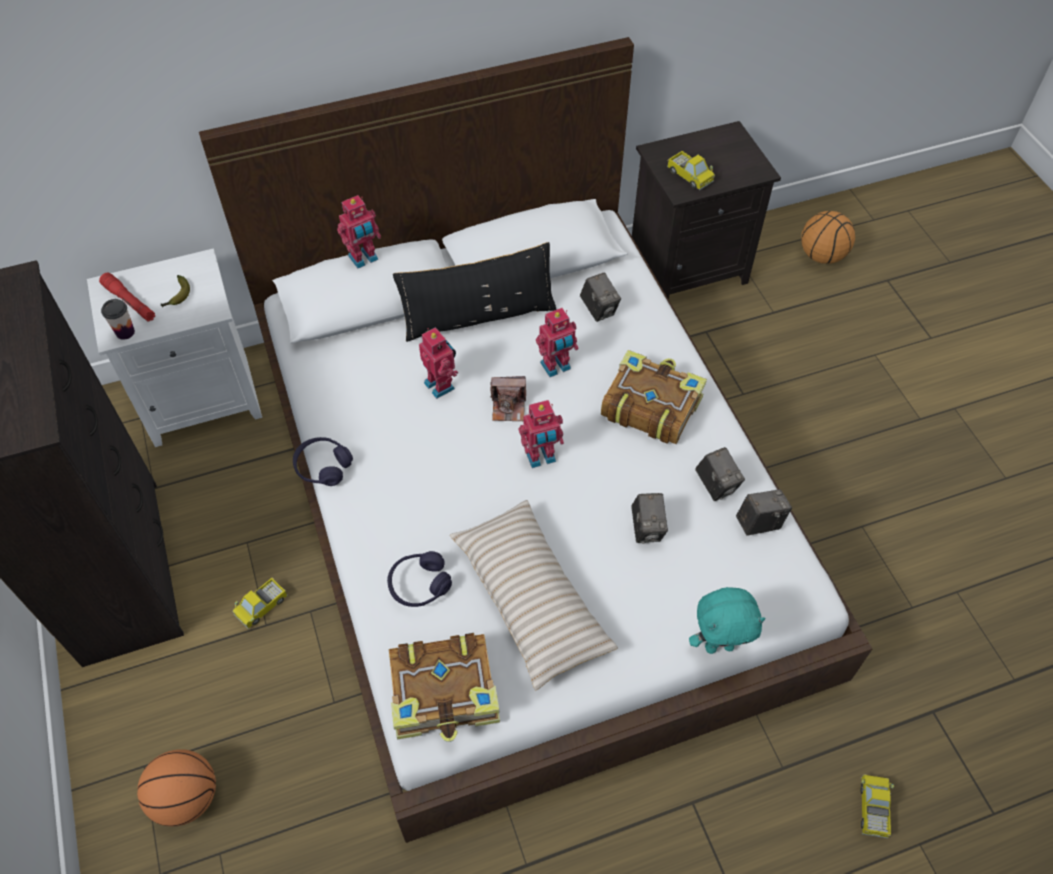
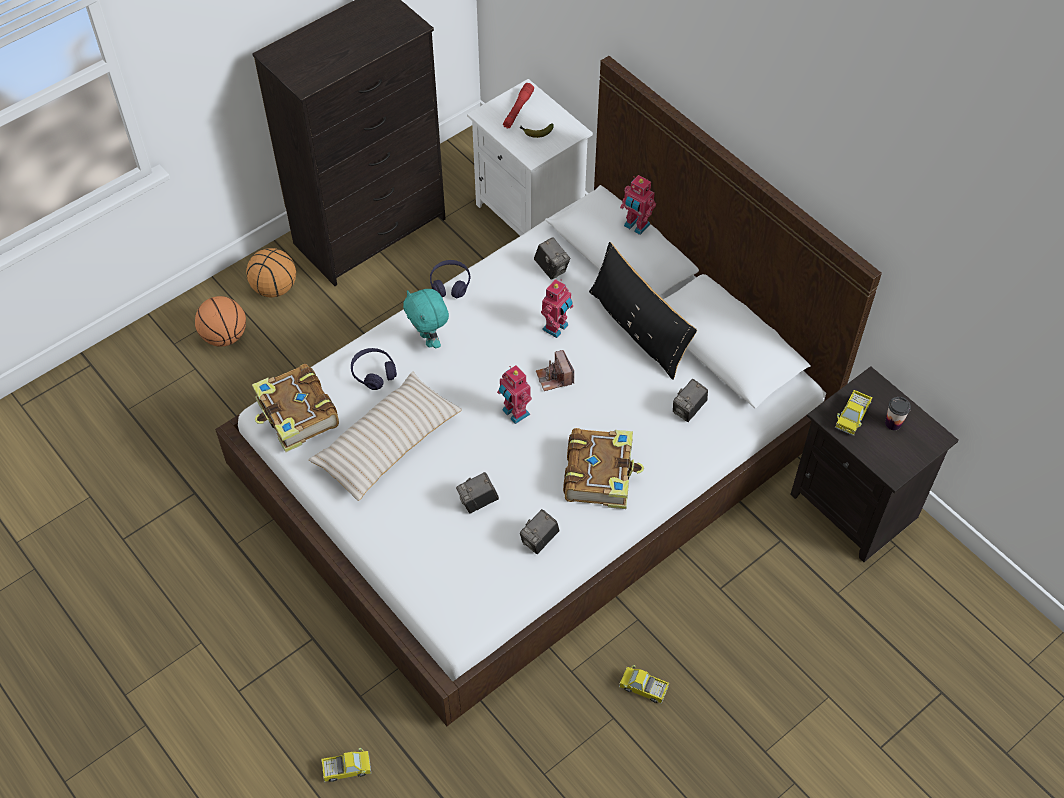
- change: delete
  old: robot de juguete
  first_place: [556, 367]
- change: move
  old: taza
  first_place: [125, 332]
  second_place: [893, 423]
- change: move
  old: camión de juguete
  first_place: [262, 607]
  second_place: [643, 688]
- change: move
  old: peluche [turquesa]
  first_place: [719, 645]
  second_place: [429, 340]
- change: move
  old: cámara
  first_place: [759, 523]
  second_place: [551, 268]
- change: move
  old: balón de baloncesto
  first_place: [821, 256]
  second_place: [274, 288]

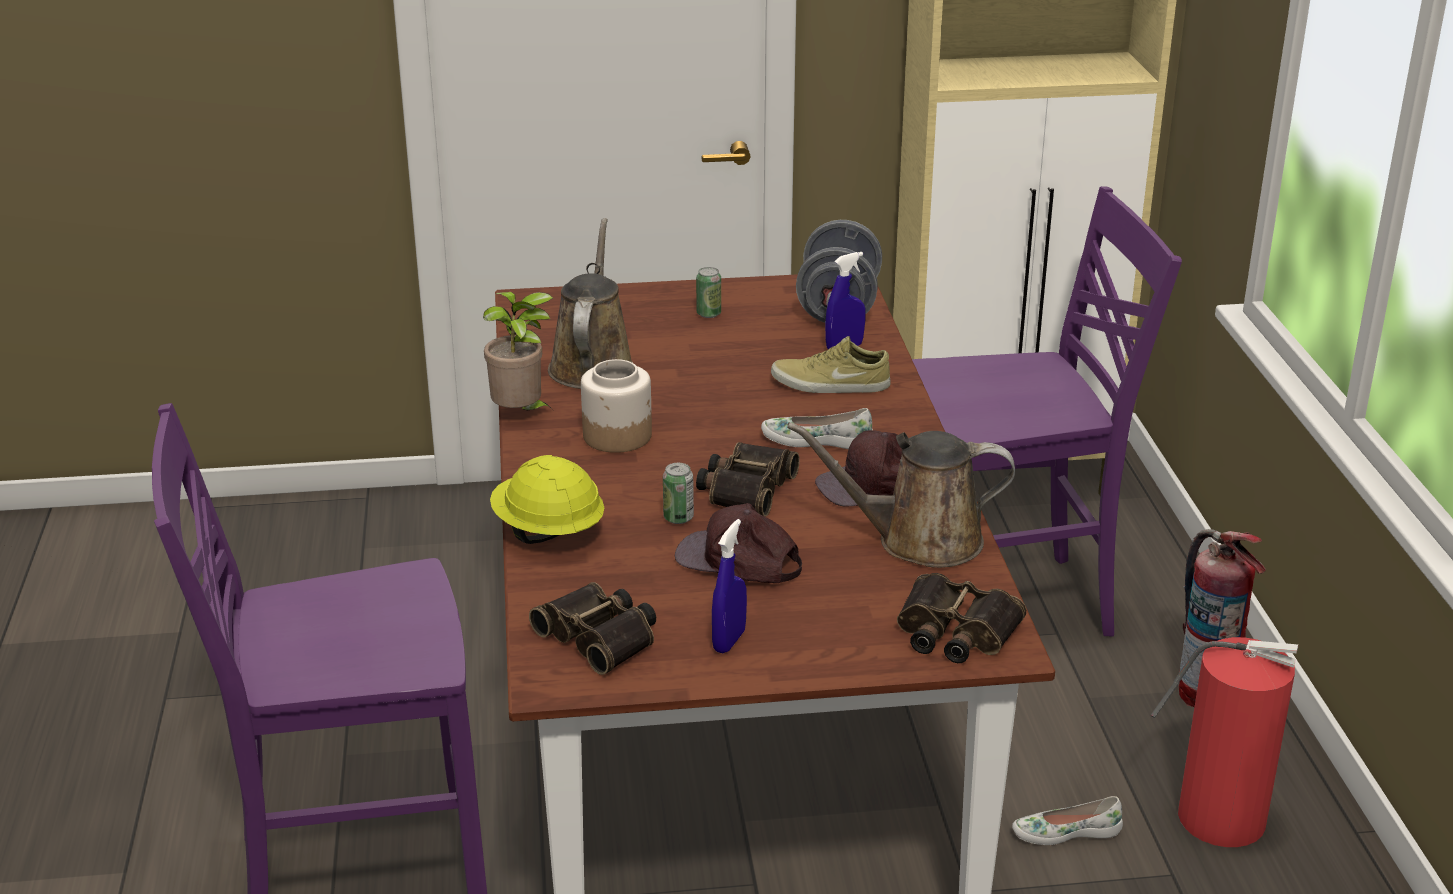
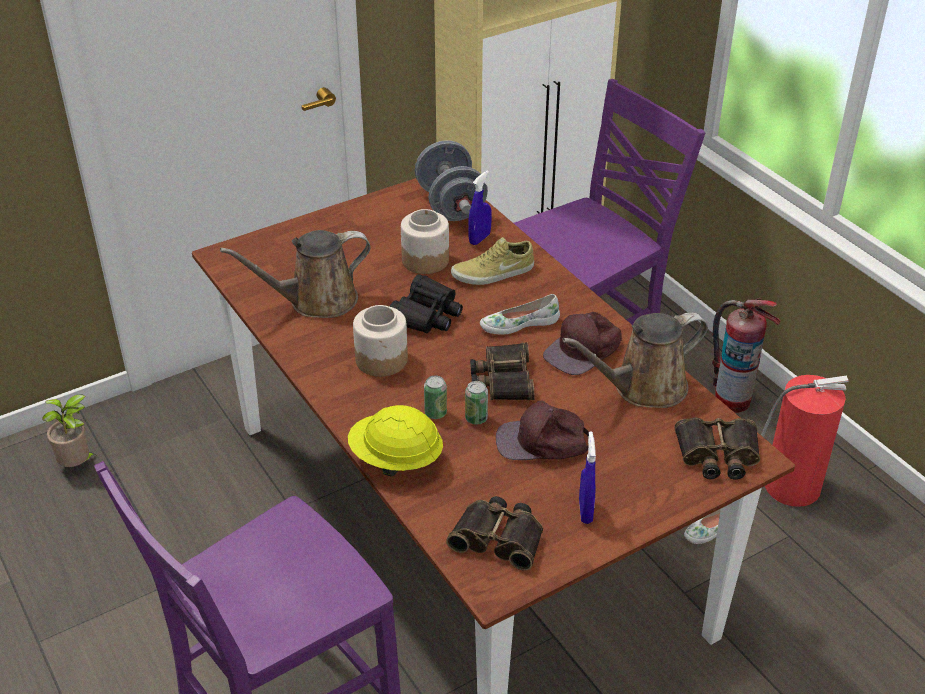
- change: insert
  new: prismáticos [negro]
  second_place: [426, 315]
- change: insert
  new: tarro
  second_place: [425, 260]
- change: move
  old: planta en maceta
  first_place: [521, 415]
  second_place: [78, 465]
- change: move
  old: lata
  first_place: [708, 314]
  second_place: [435, 413]
- change: rotate
  old: regadera [marrón]
  first_place: [592, 364]
  second_place: [316, 301]
  degrees: -90

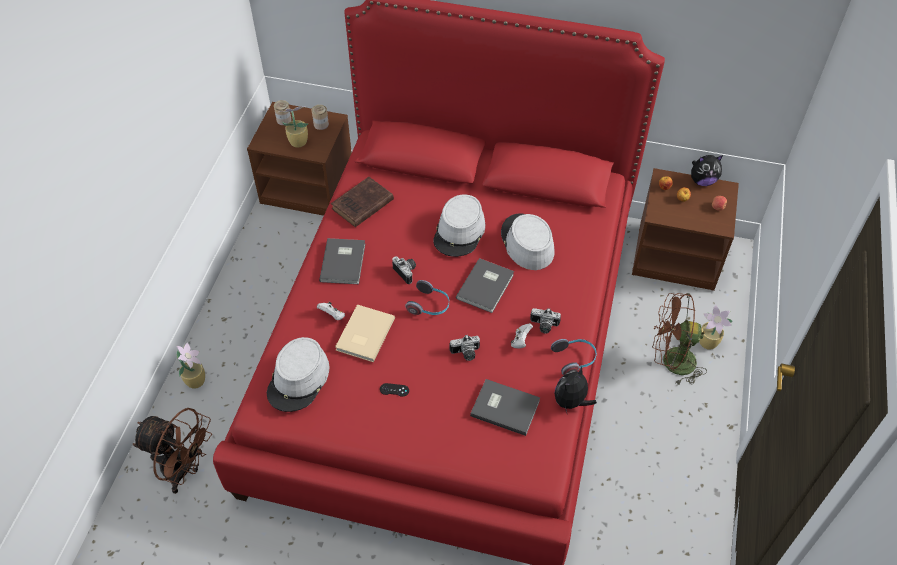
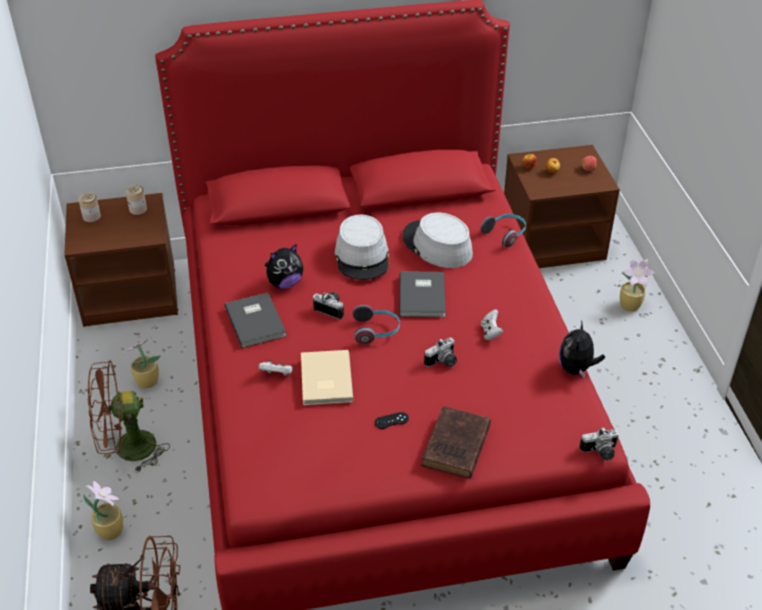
- change: delete
  old: sombrero [gris]
  first_place: [299, 380]
- change: delete
  old: libro [gris]
  first_place: [504, 407]
- change: move
  old: planta en maceta
  first_place: [297, 142]
  second_place: [146, 382]
- change: move
  old: libro [marrón]
  first_place: [361, 205]
  second_place: [455, 447]
- change: move
  old: cámara
  first_place: [543, 326]
  second_place: [600, 452]
- change: move
  old: auriculares
  first_place: [574, 359]
  second_place: [505, 234]
- change: move
  old: ventilador [marrón]
  first_place: [671, 362]
  second_place: [126, 450]
- change: move
  old: peluche
  first_place: [702, 181]
  second_place: [285, 283]

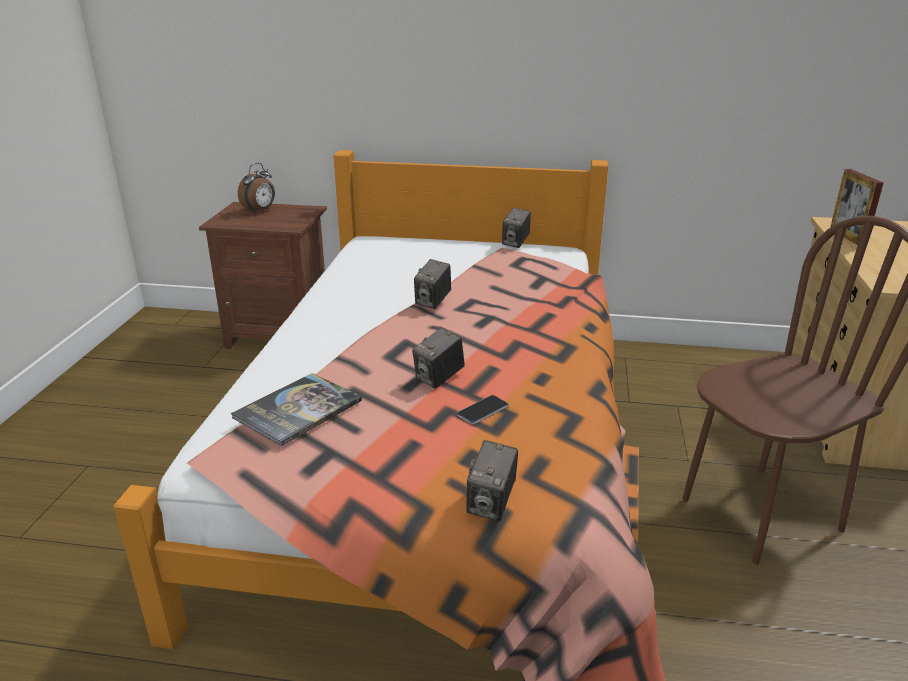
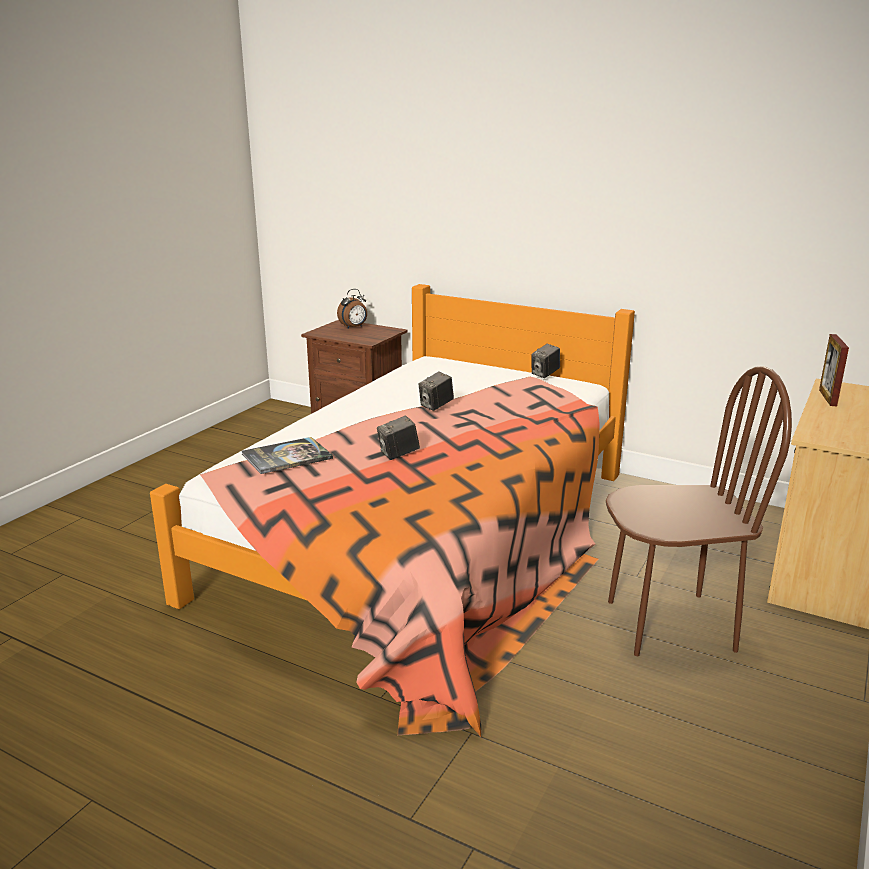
- change: delete
  old: móvil
  first_place: [482, 410]
- change: delete
  old: cámara
  first_place: [491, 504]

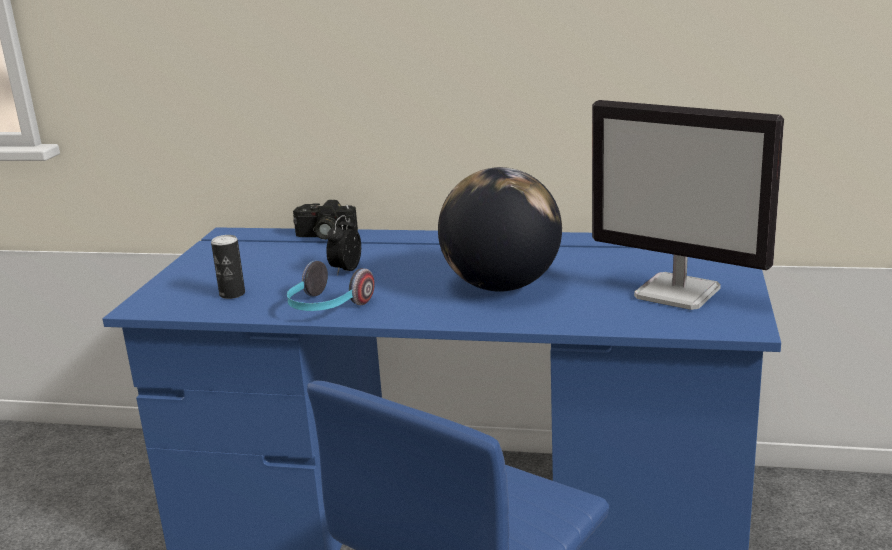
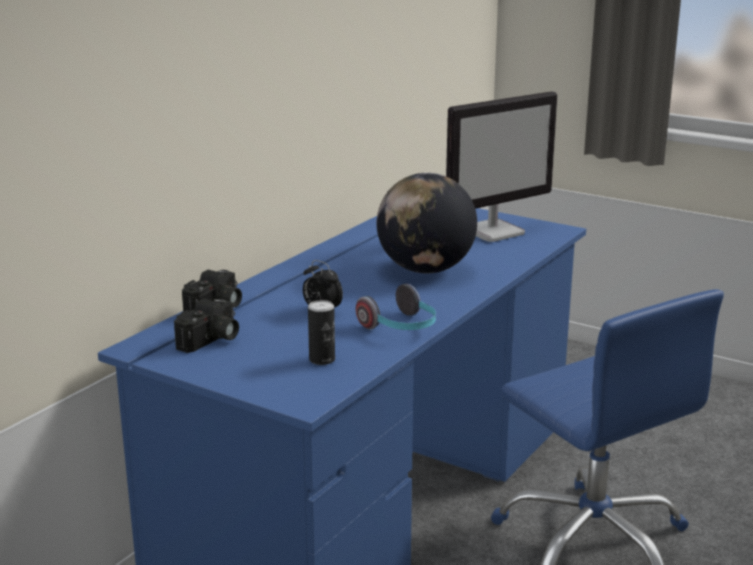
- change: insert
  new: cámara
  second_place: [211, 341]

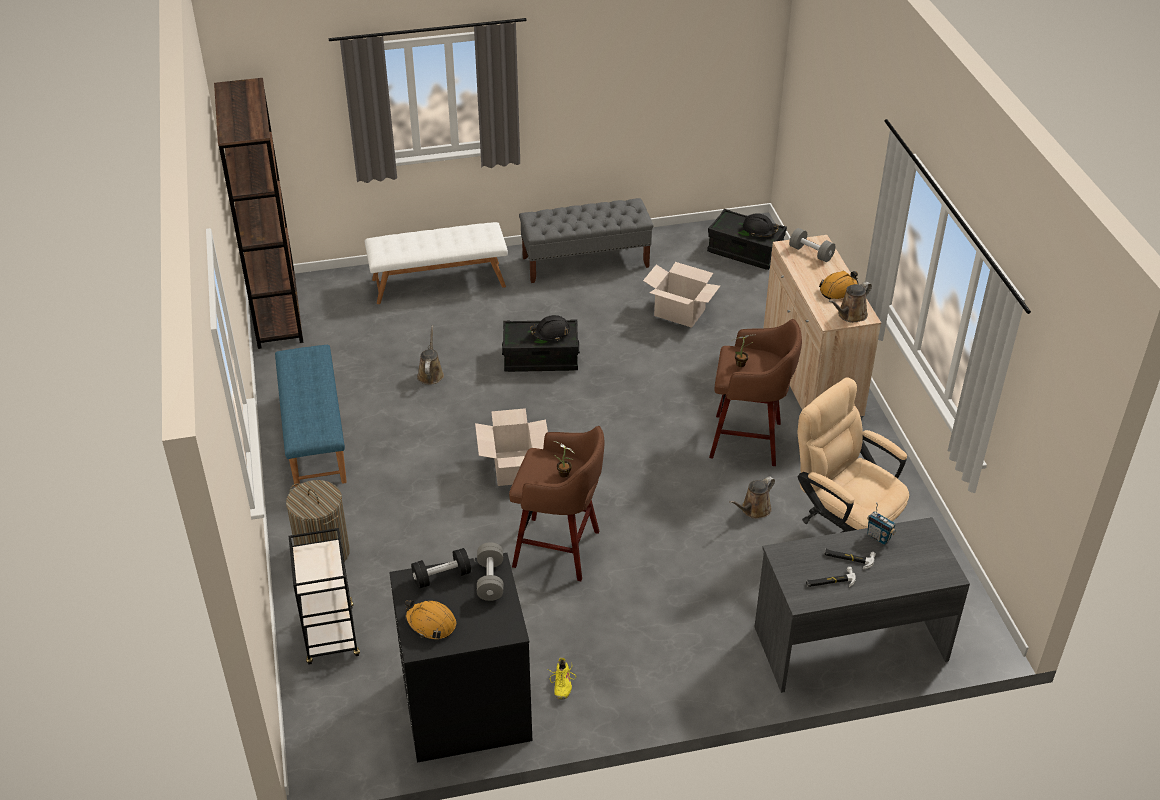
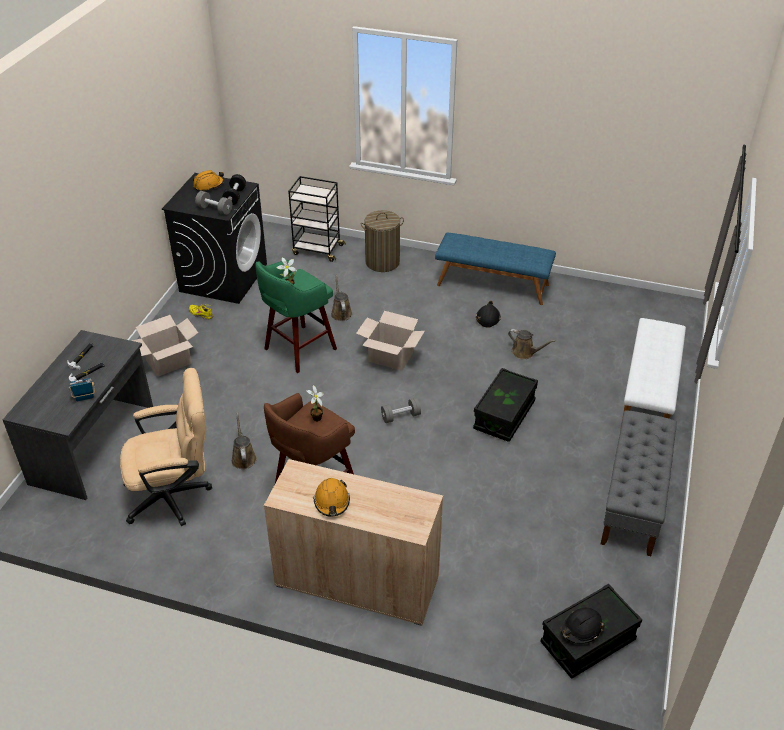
- change: delete
  old: estantería [marrón]
  first_place: [277, 312]
- change: move
  old: casco [negro]
  first_place: [550, 333]
  second_place: [488, 318]
- change: move
  old: caja de cartón
  first_place: [679, 313]
  second_place: [169, 362]
- change: move
  old: mancuerna [gris]
  first_place: [811, 253]
  second_place: [400, 416]
- change: move
  old: regadera [marrón]
  first_place: [850, 315]
  second_place: [341, 312]
- change: recolor
  old: taburete [marrón]
  new: taburete [verde]
  first_place: [559, 550]
  second_place: [298, 350]

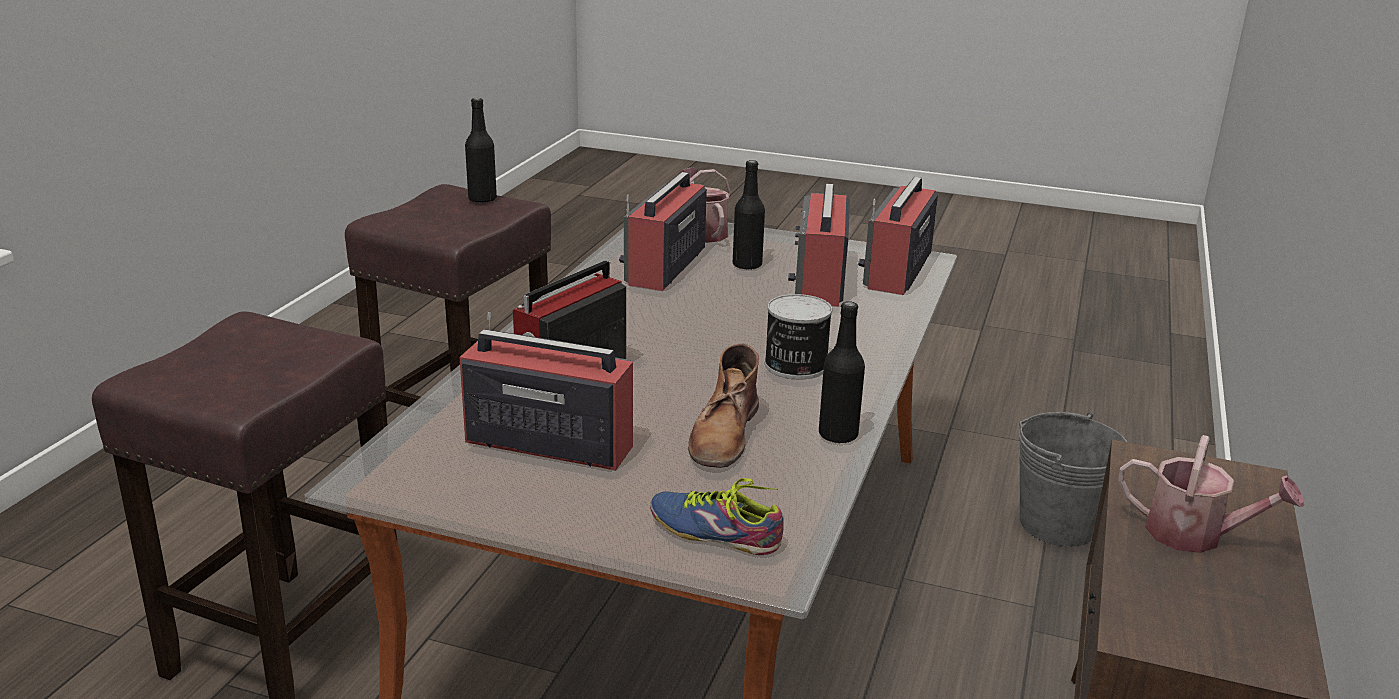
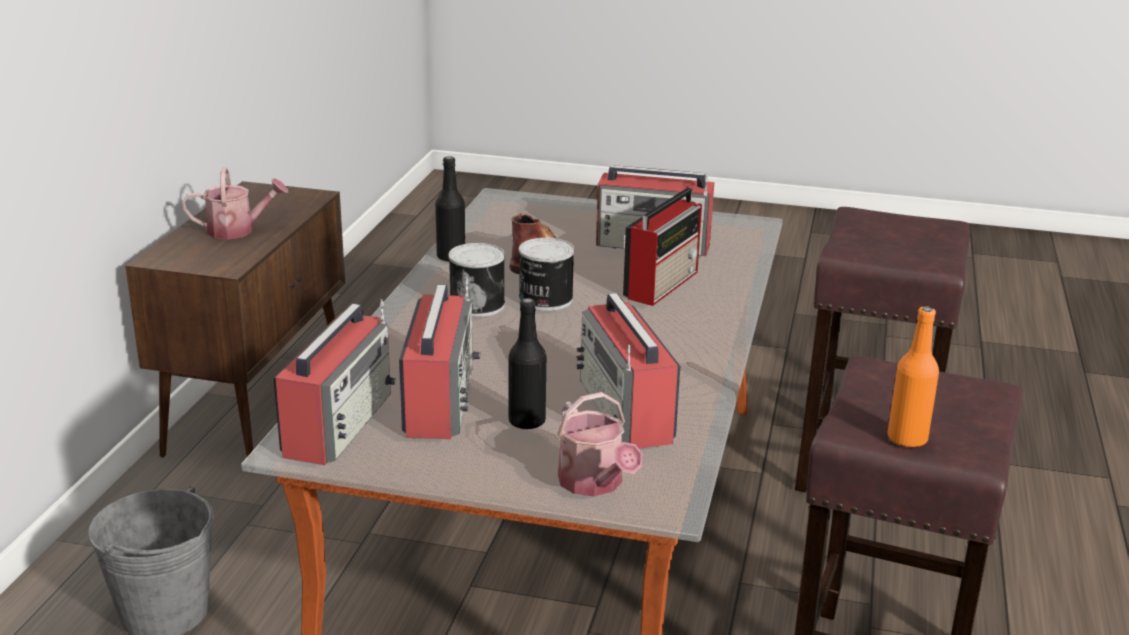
- change: delete
  old: zapato
  first_place: [716, 529]
- change: insert
  new: lata
  second_place: [544, 299]
- change: recolor
  old: botella [negro]
  new: botella [naranja]
  first_place: [482, 199]
  second_place: [907, 439]
- change: rotate
  old: radio
  first_place: [664, 267]
  second_place: [626, 411]
  degrees: 150
- change: rotate
  old: regadera
  first_place: [1195, 535]
  second_place: [237, 230]
  degrees: 150

